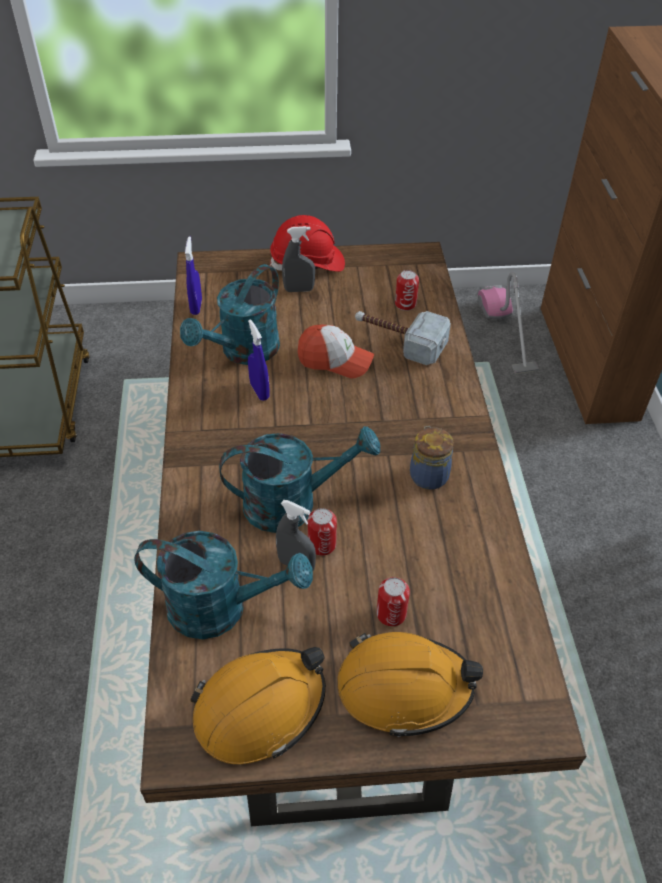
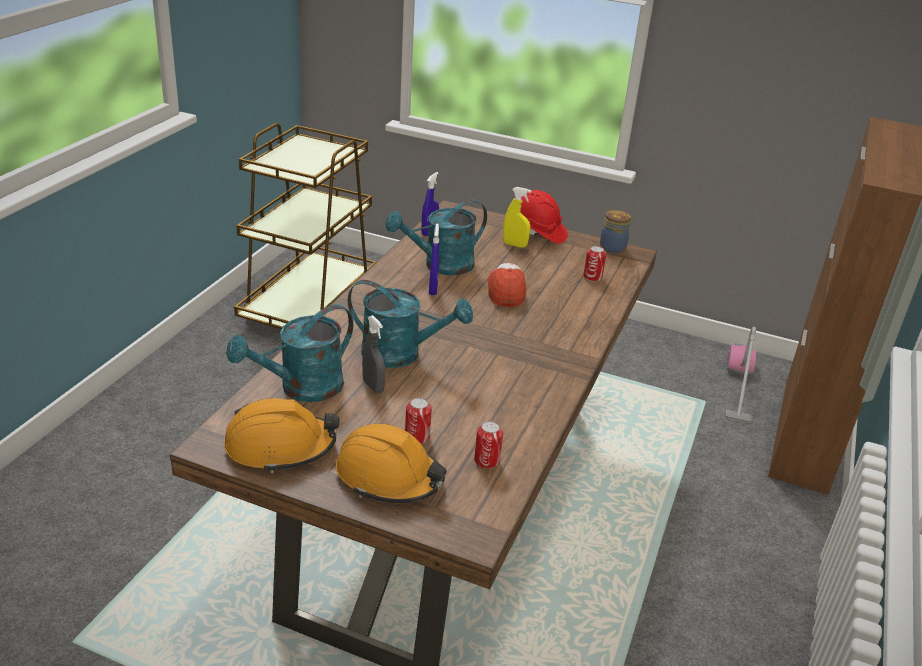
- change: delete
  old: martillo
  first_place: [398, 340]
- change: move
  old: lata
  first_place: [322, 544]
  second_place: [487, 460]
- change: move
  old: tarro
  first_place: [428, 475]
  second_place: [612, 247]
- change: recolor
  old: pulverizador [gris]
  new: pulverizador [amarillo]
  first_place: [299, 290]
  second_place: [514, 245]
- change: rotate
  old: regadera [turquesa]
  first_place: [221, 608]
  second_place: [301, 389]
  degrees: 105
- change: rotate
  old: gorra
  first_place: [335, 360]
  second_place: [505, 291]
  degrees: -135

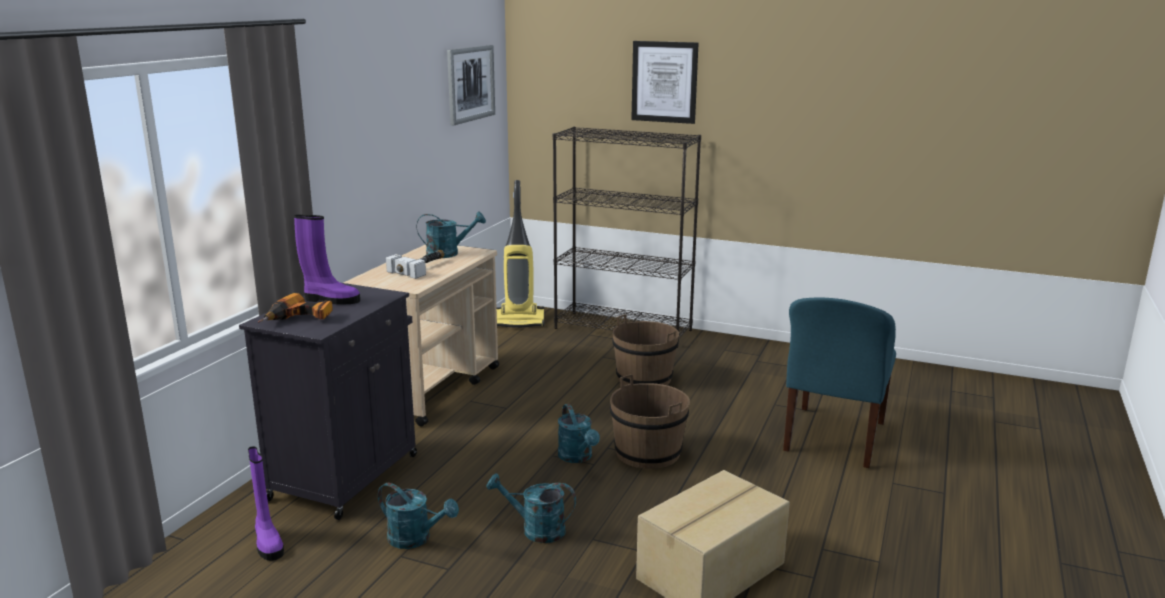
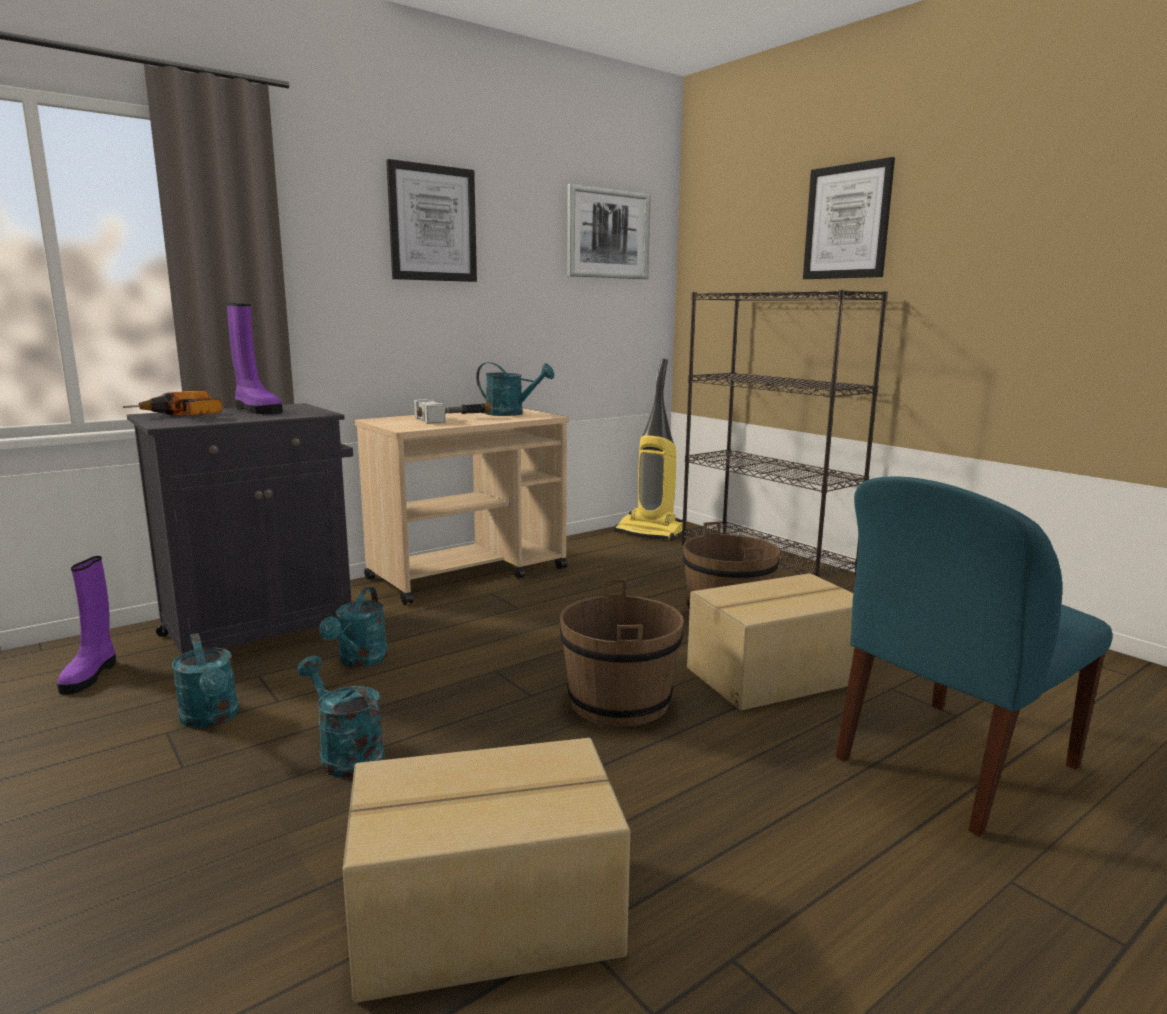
- change: insert
  new: cuadro
  second_place: [432, 223]
- change: insert
  new: caja de cartón
  second_place: [777, 676]
- change: move
  old: regadera [turquesa]
  first_place: [578, 457]
  second_place: [359, 661]

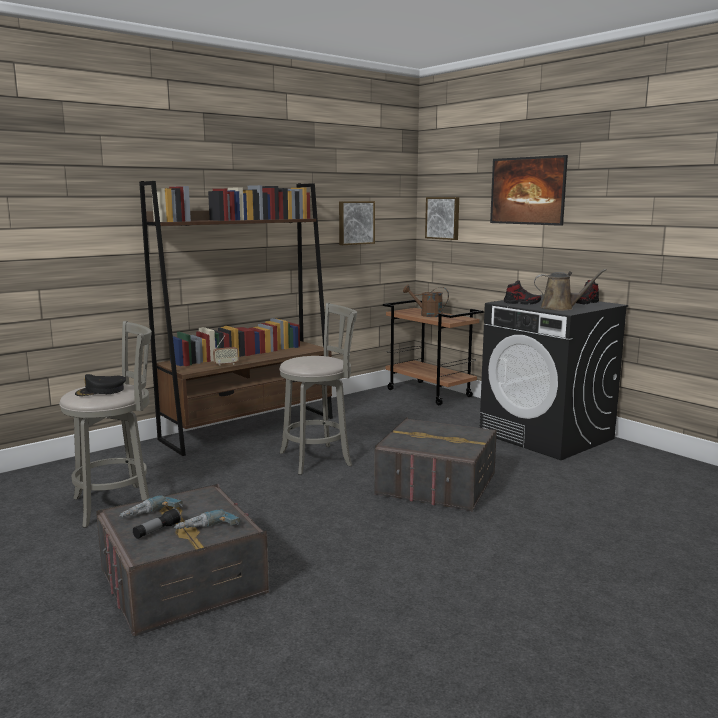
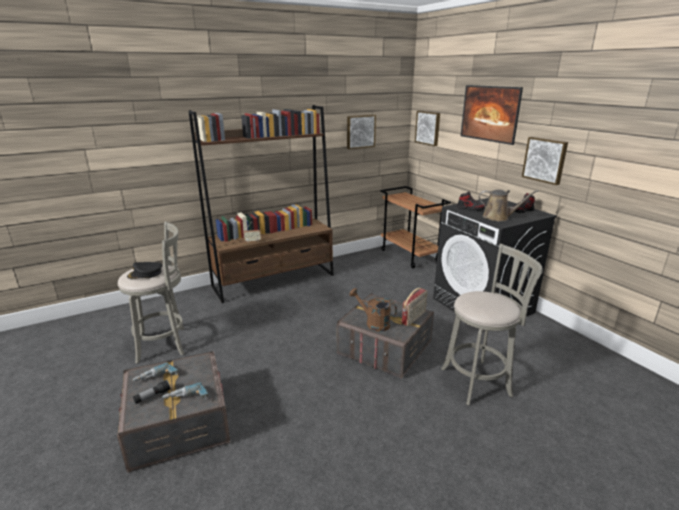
- change: insert
  new: radio
  second_place: [414, 318]
- change: insert
  new: cuadro
  second_place: [545, 160]
- change: move
  old: taburete [gris]
  first_place: [319, 458]
  second_place: [479, 381]
- change: move
  old: regadera [marrón]
  first_place: [427, 315]
  second_place: [373, 323]

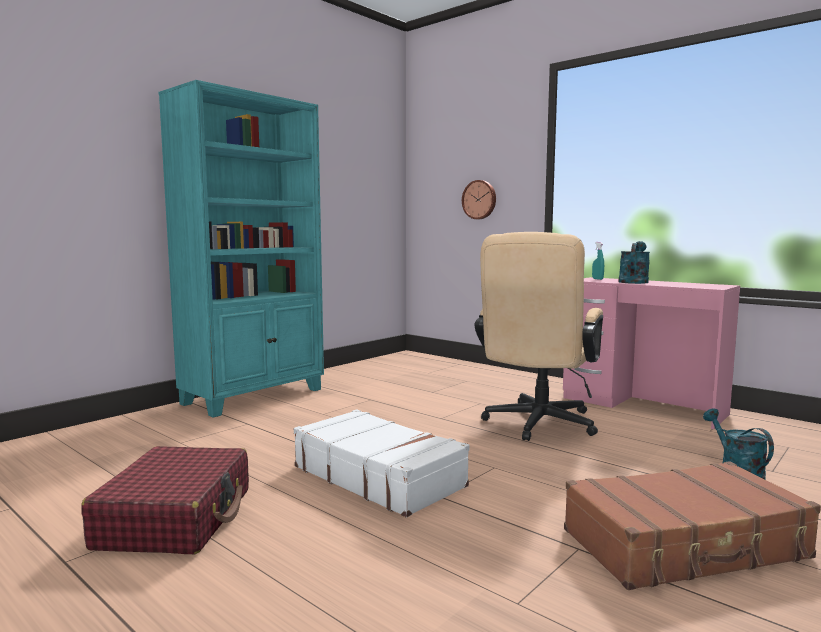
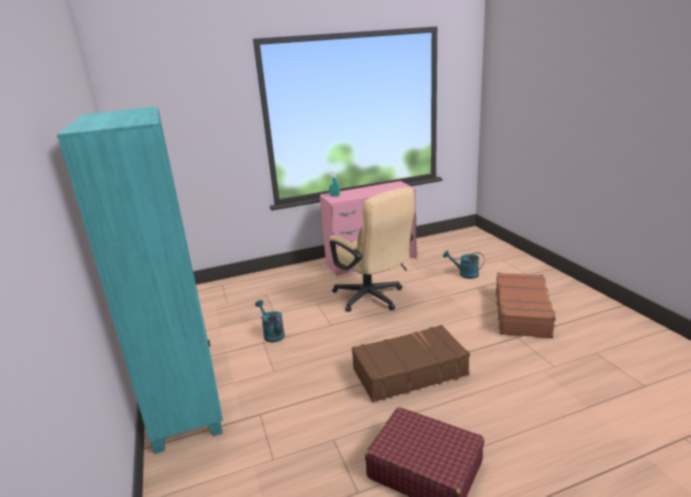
- change: delete
  old: reloj de pared
  first_place: [479, 199]
- change: move
  old: regadera [turquesa]
  first_place: [633, 281]
  second_place: [272, 334]
- change: recolor
  old: maleta [blanco]
  new: maleta [marrón]
  first_place: [379, 476]
  second_place: [409, 372]

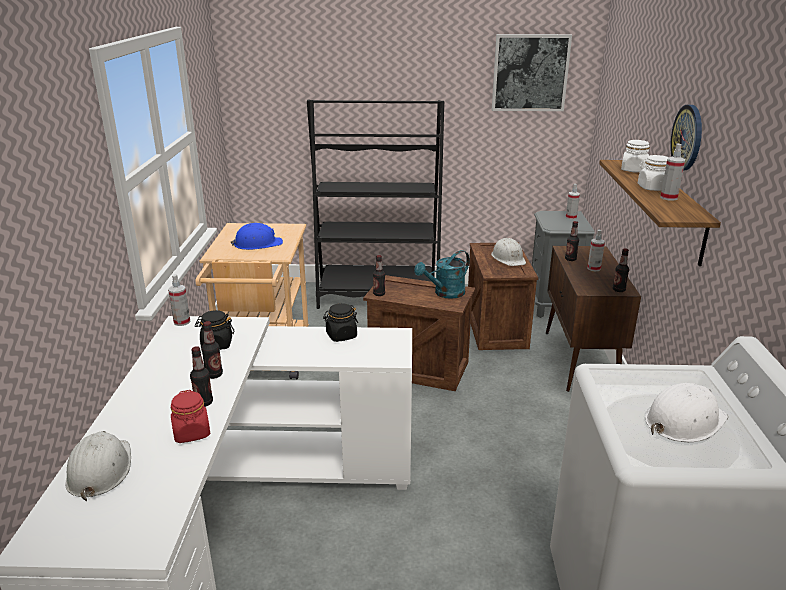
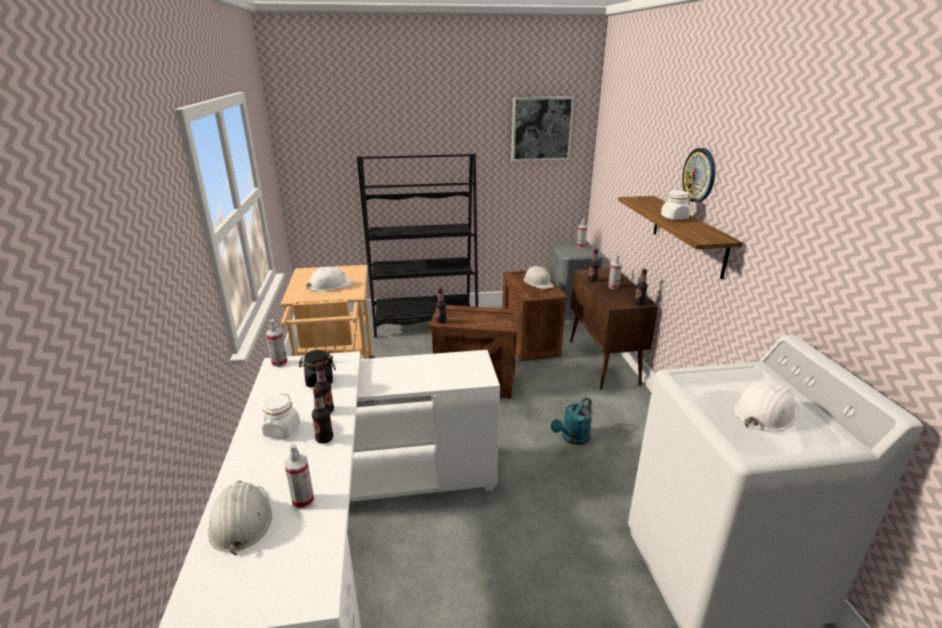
- change: delete
  old: tarro [rojo]
  first_place: [192, 433]
- change: delete
  old: tarro [negro]
  first_place: [341, 335]
- change: move
  old: regadera [turquesa]
  first_place: [445, 293]
  second_place: [572, 439]
- change: move
  old: tarro [blanco]
  first_place: [633, 170]
  second_place: [282, 430]
- change: move
  old: pulverizador
  first_place: [668, 197]
  second_place: [303, 500]
- change: recolor
  old: casco [azul]
  new: casco [blanco]
  first_place: [257, 244]
  second_place: [330, 285]

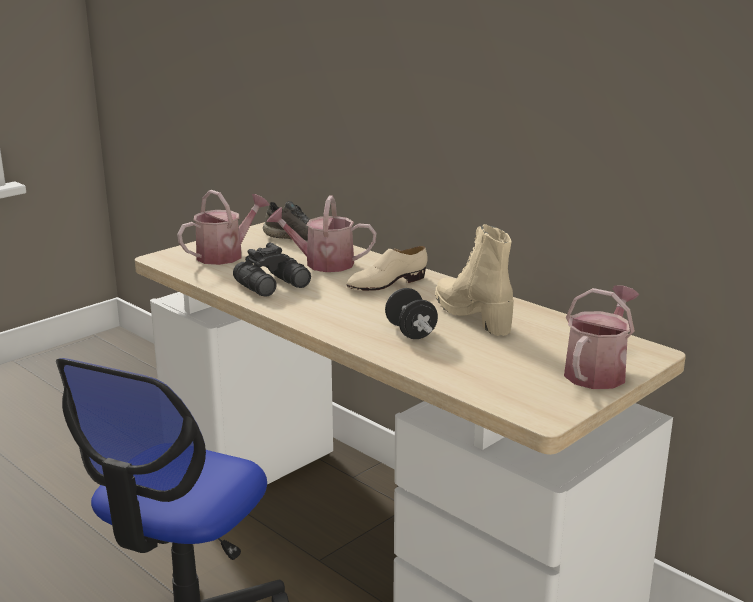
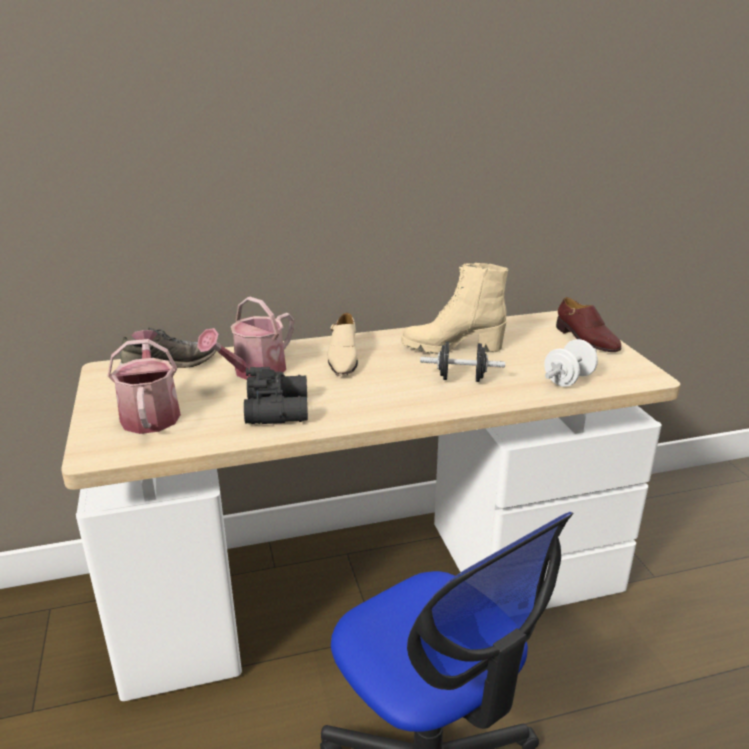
- change: insert
  new: mancuerna [blanco]
  second_place: [568, 379]
- change: replace
  old: regadera
  new: zapato [marrón]
  first_place: [598, 371]
  second_place: [586, 339]

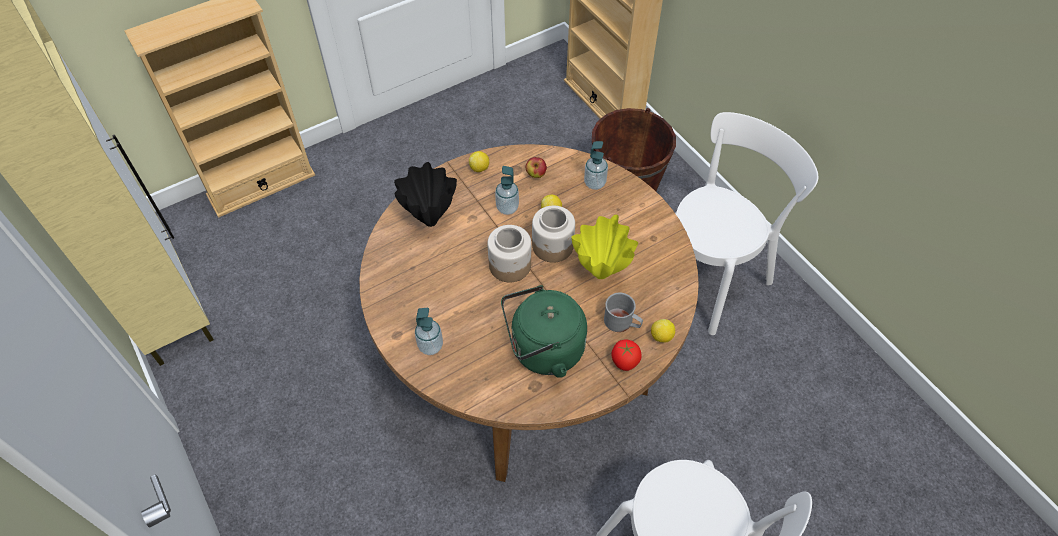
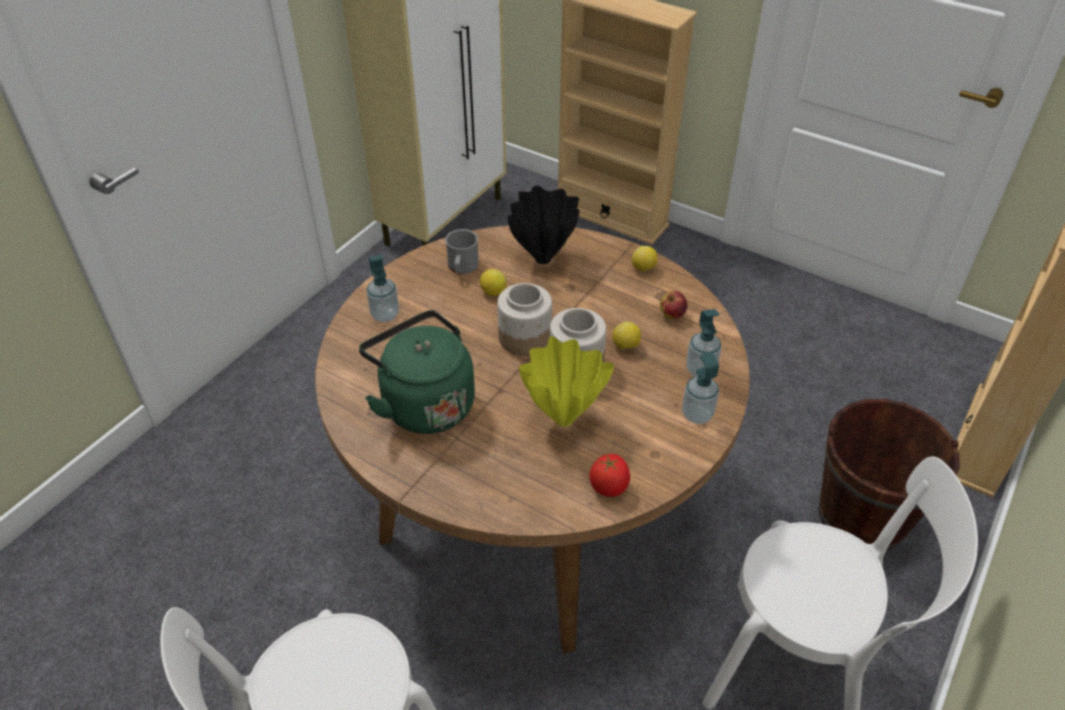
- change: move
  old: dispensador de jabón
  first_place: [507, 208]
  second_place: [697, 414]
- change: move
  old: taza grande [gris]
  first_place: [622, 322]
  second_place: [462, 268]
- change: move
  old: tomate
  first_place: [624, 361]
  second_place: [609, 487]
- change: move
  old: limón
  first_place: [661, 337]
  second_place: [493, 292]

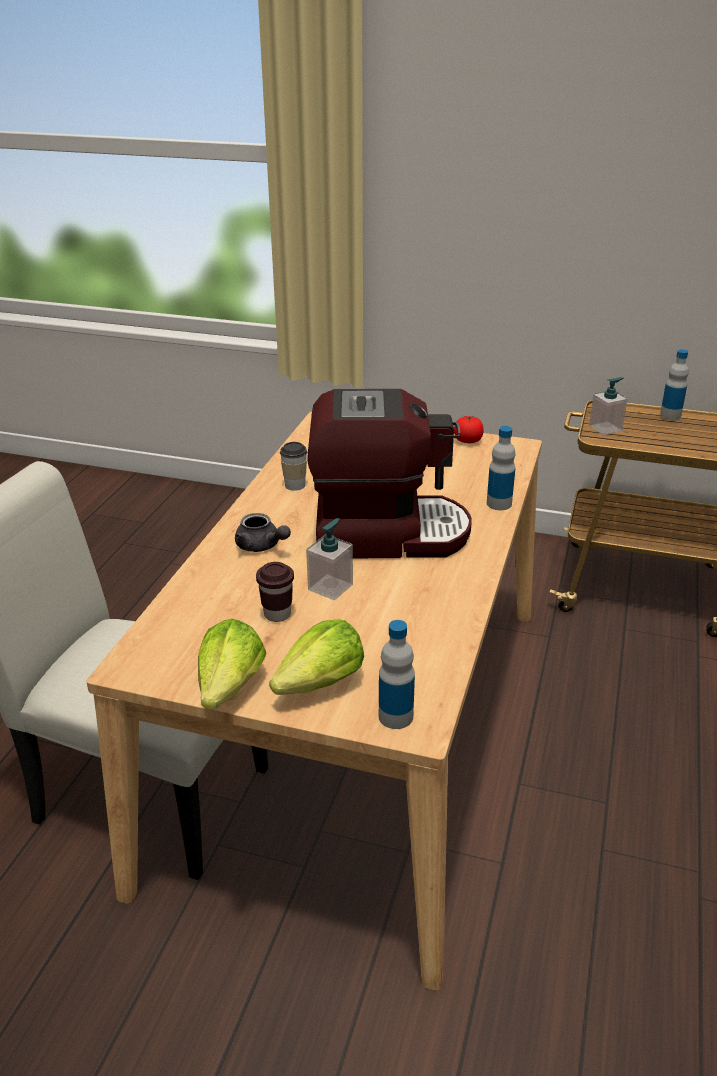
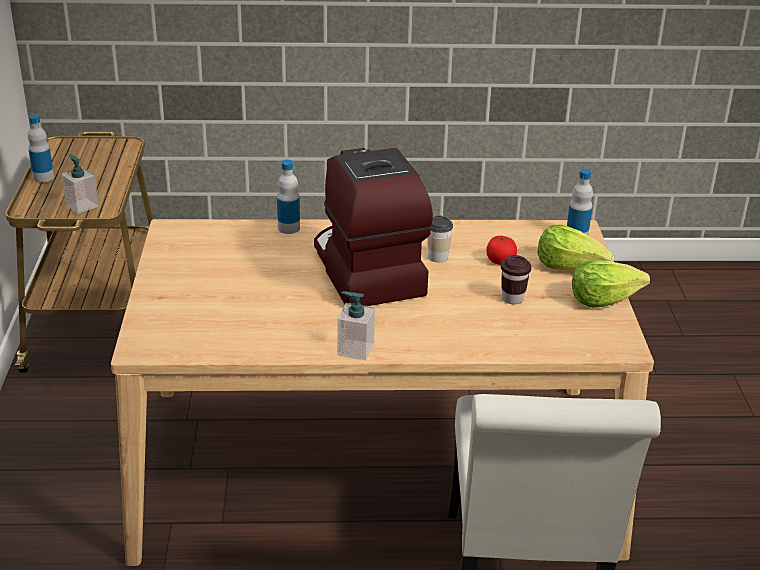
- change: delete
  old: tetera [gris]
  first_place: [261, 546]
- change: move
  old: taza
  first_place: [295, 485]
  second_place: [438, 257]
- change: move
  old: dispensador de jabón
  first_place: [330, 587]
  second_place: [355, 349]
- change: move
  old: tomate
  first_place: [467, 441]
  second_place: [500, 261]

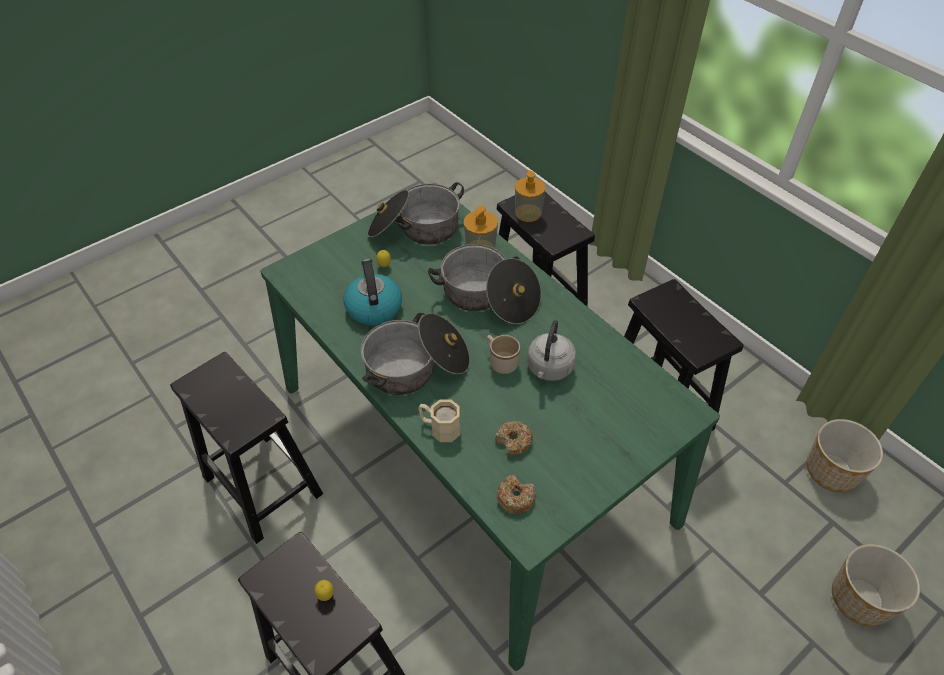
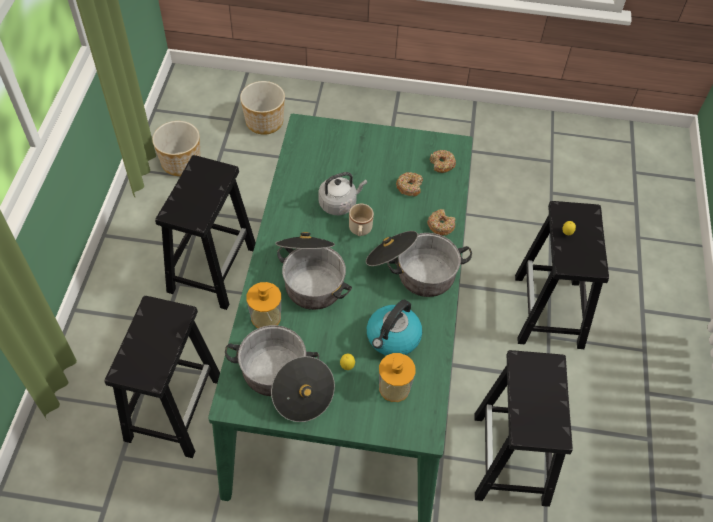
- change: move
  old: dispensador de jabón
  first_place: [528, 213]
  second_place: [394, 387]
- change: replace
  old: taza grande [beis]
  new: rosquilla
  first_place: [439, 428]
  second_place: [440, 225]

